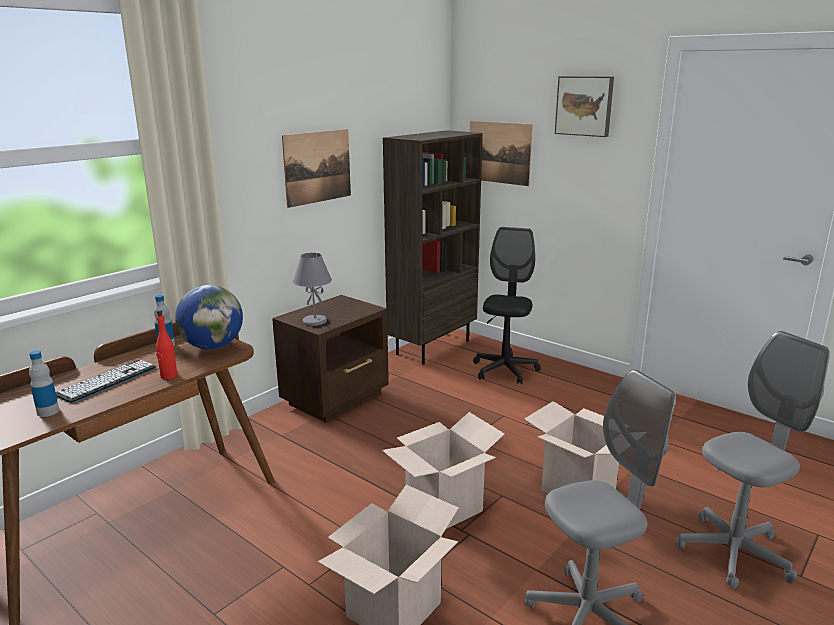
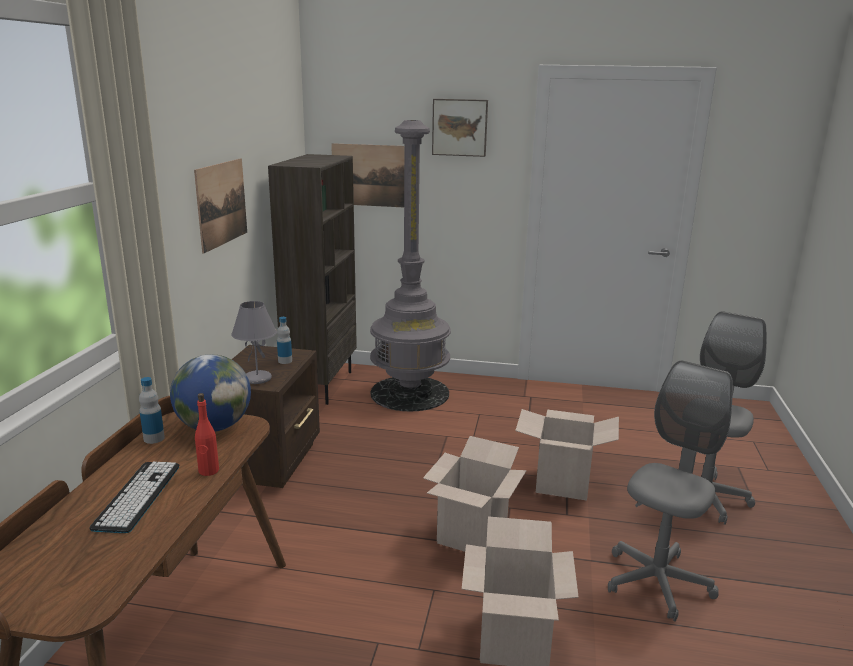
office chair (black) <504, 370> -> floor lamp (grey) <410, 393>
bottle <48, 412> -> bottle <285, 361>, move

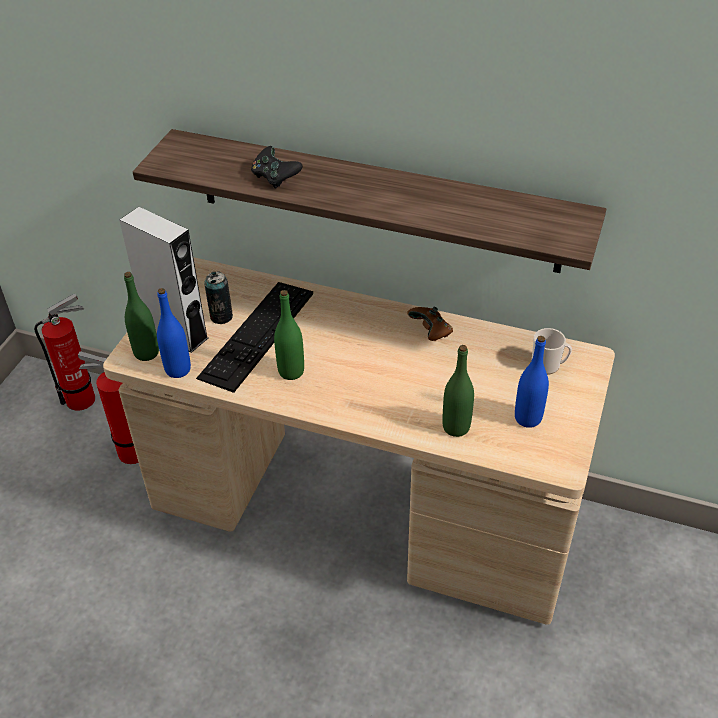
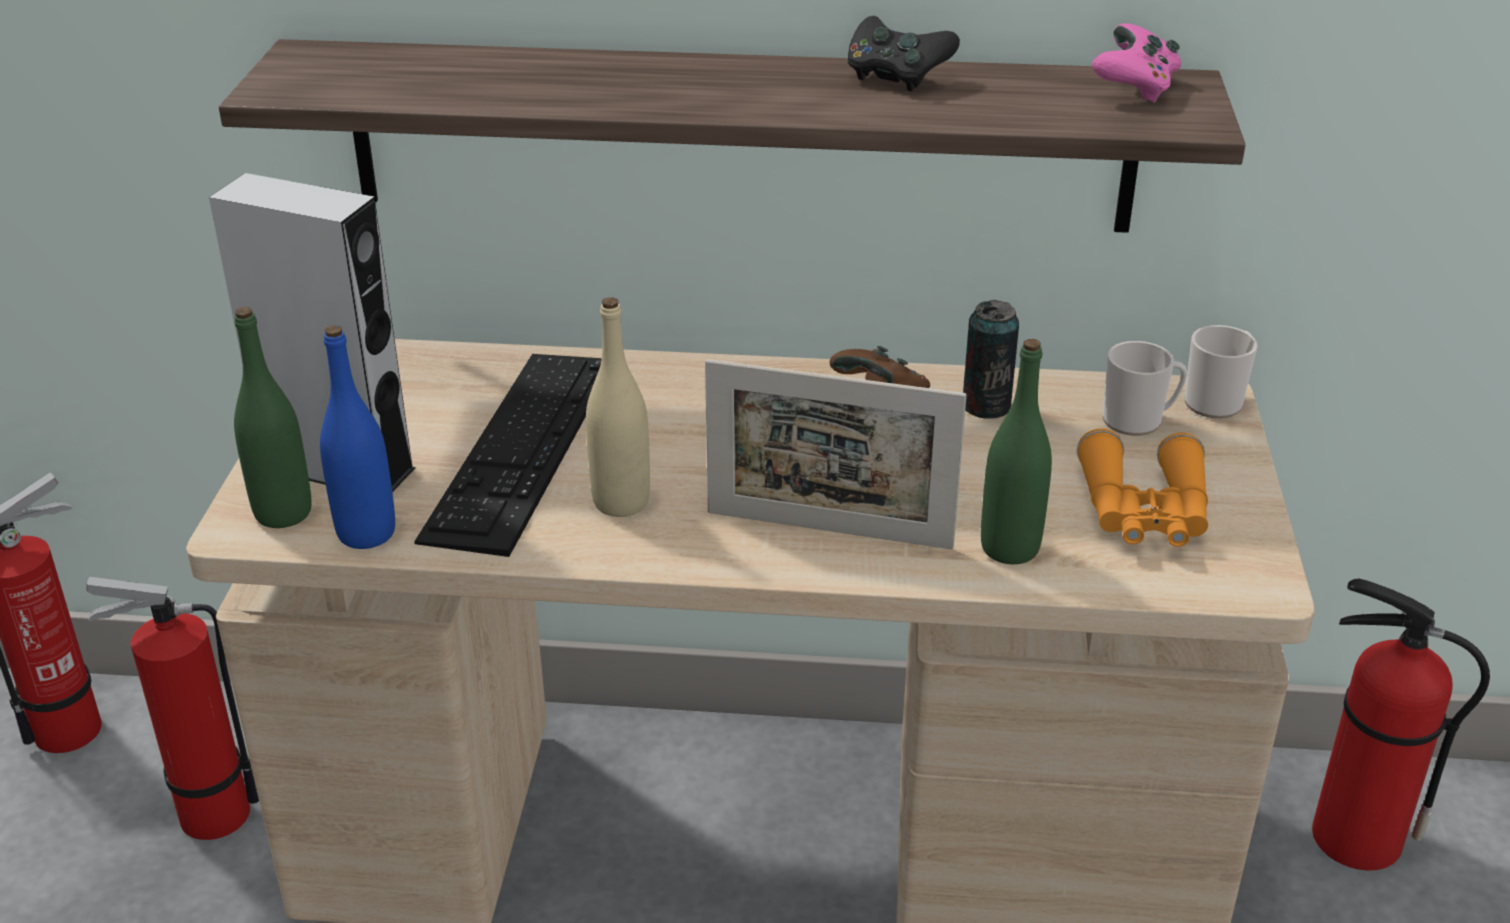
game controller (black) <275, 178> -> game controller (black) <896, 77>, move
can <221, 316> -> can <986, 406>, move
bottle (green) <291, 371> -> bottle (beige) <621, 502>
bottle (blue) <528, 418> -> binoculars (orange) <1144, 512>
none -> game controller (pink) <1135, 88>
none -> mug <1217, 401>
none -> picture frame <828, 530>
none -> fire extinguisher <1352, 838>

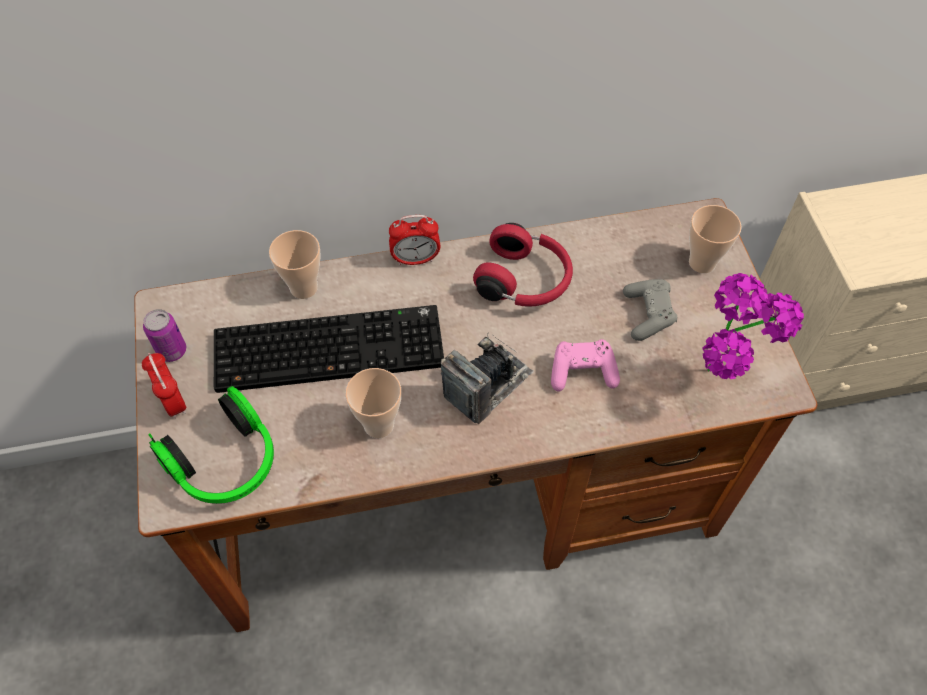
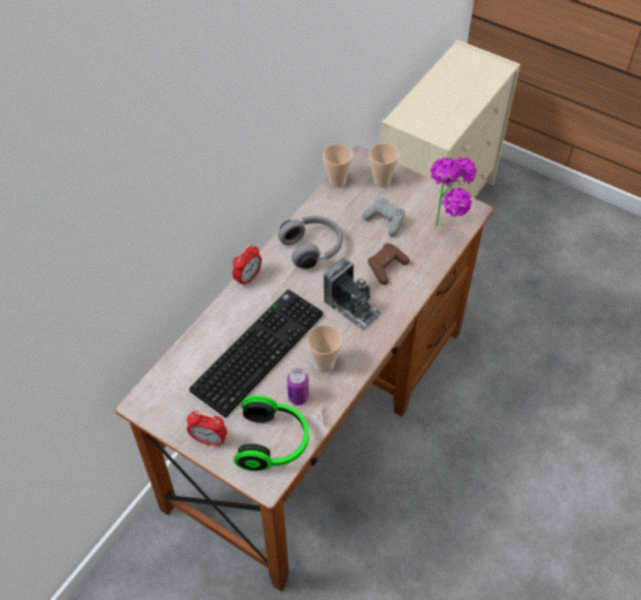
headphones (red) <525, 281> -> headphones (grey) <313, 248>
cup <303, 288> -> cup <337, 181>, move
can <172, 351> -> can <298, 397>, move
photo camera <487, 385> -> photo camera <352, 307>, 135 degrees clockwise
game controller (pink) <582, 372> -> game controller (brown) <386, 268>

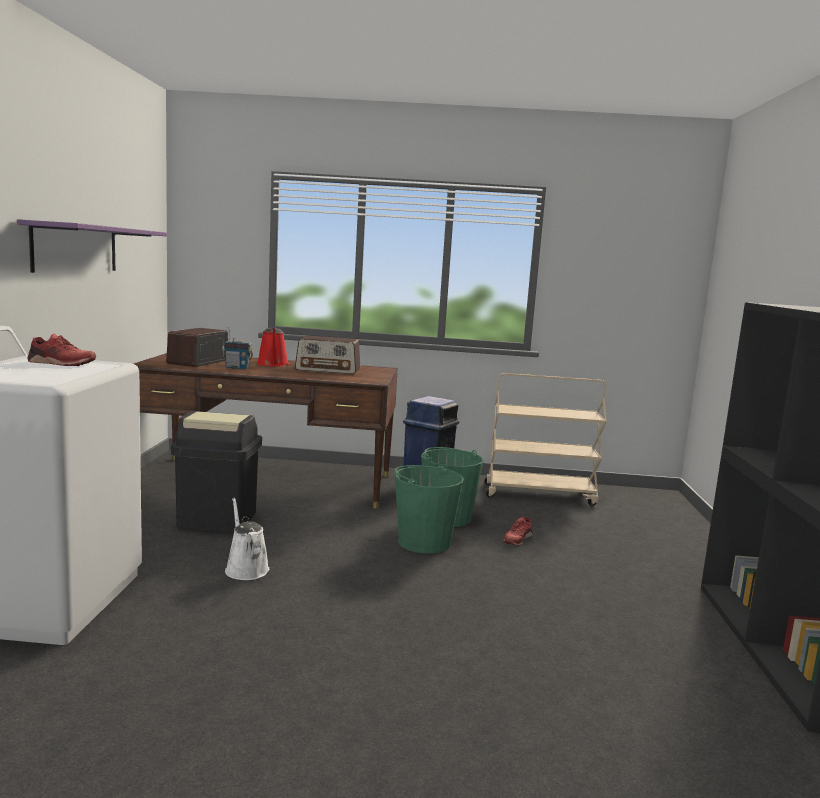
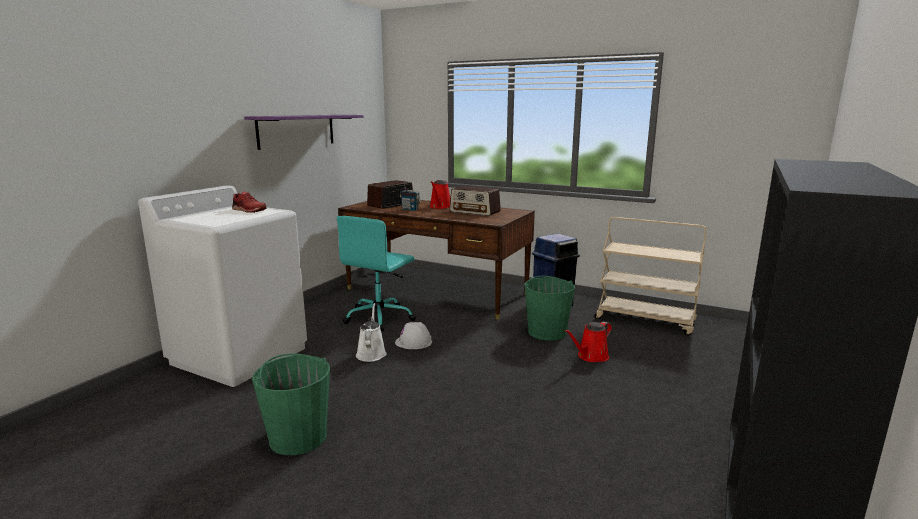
trash can (black) <217, 521> -> office chair (turquoise) <380, 317>
bucket (green) <424, 542> -> bucket (green) <298, 437>, move
shoe (red) <517, 539> -> watering can (red) <590, 356>
none -> hard hat (white) <413, 342>

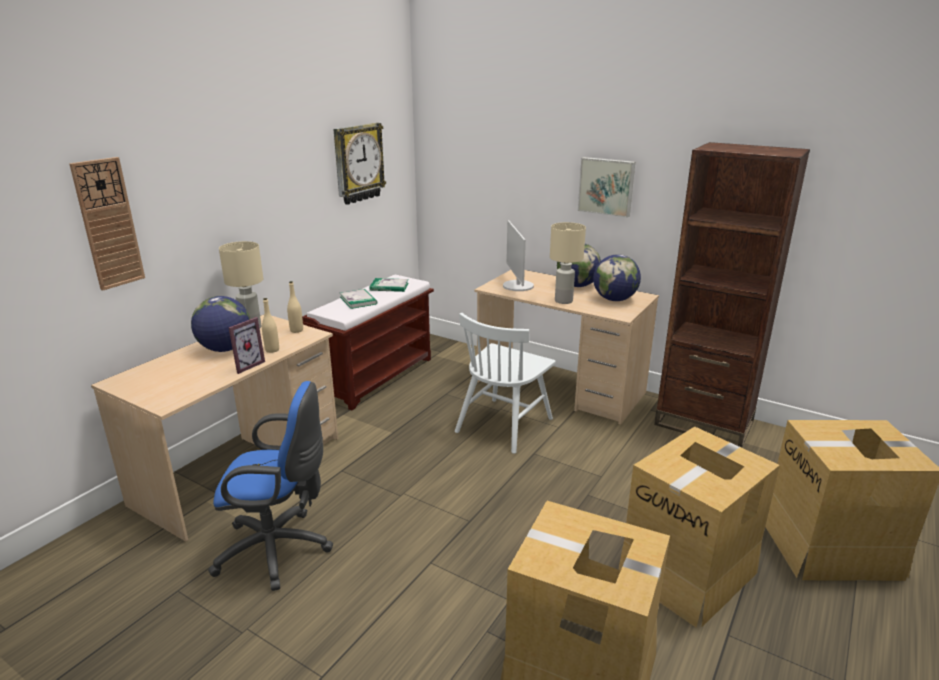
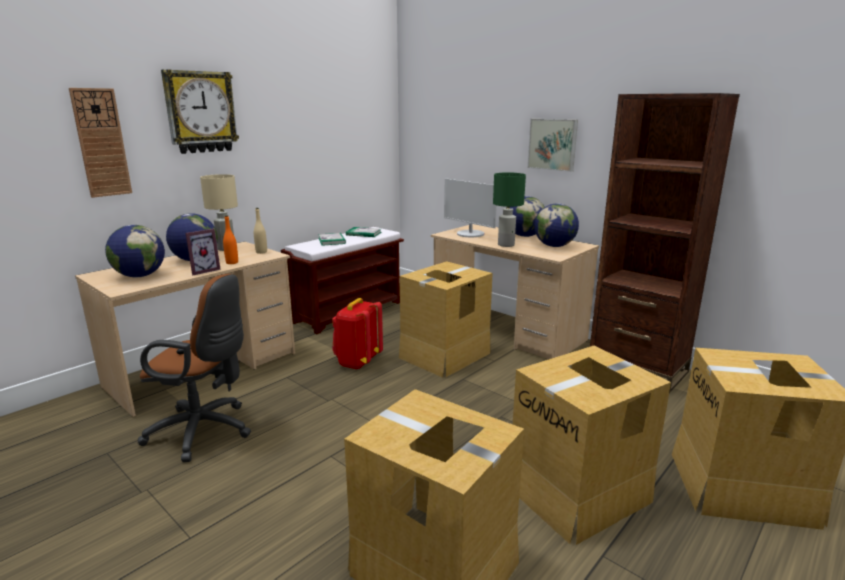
wall clock <358, 163> -> wall clock <200, 112>, move
monitor <517, 286> -> monitor <470, 234>, 45 degrees counterclockwise
table lamp (beige) <563, 301> -> table lamp (green) <505, 245>
bottle (beige) <272, 350> -> bottle (orange) <232, 262>
chair (white) <504, 425> -> cardboard box <444, 355>
office chair (blue) <279, 550> -> office chair (brown) <205, 431>
none -> globe <140, 276>
none -> backpack (red) <357, 362>

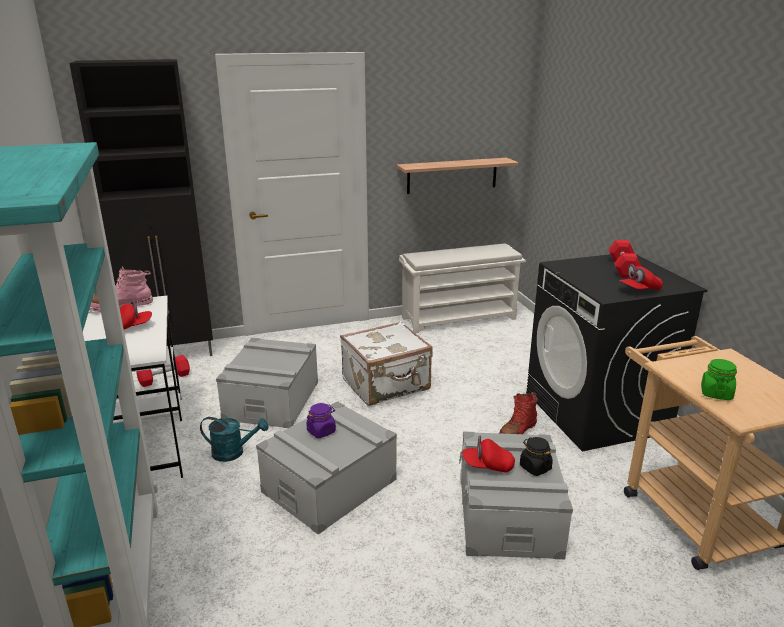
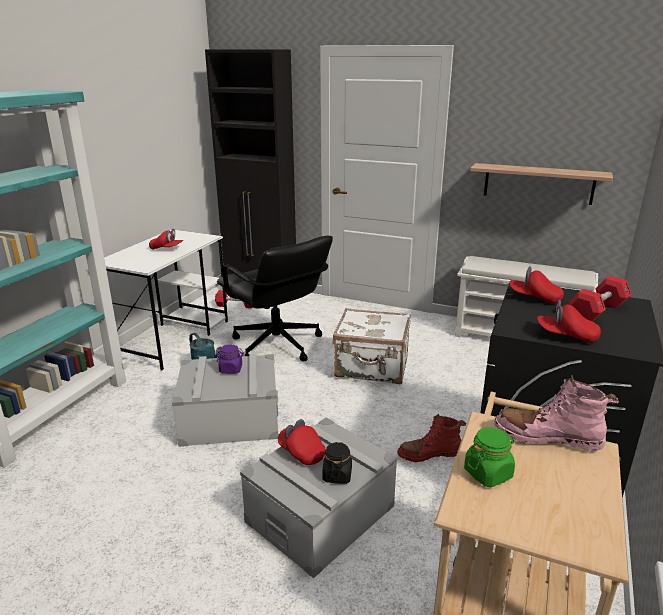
boot (pink) <121, 306> -> boot (pink) <547, 437>, move
storage box (grey) <272, 400> -> office chair (black) <277, 345>
none -> cap (red) <534, 298>

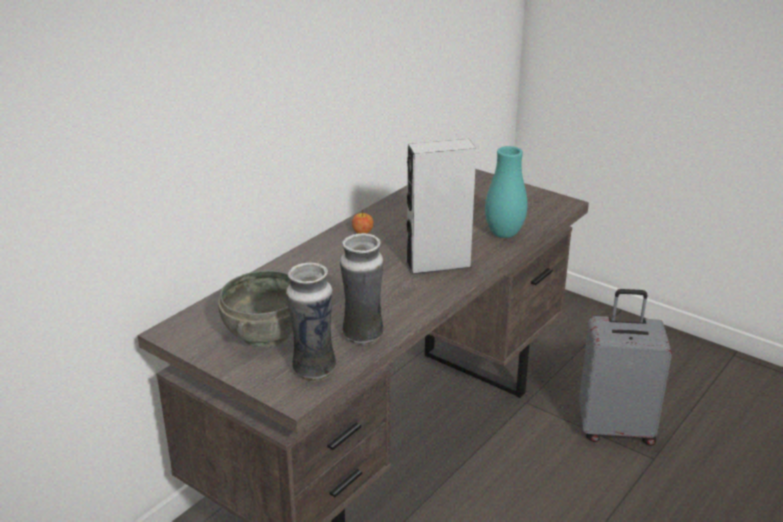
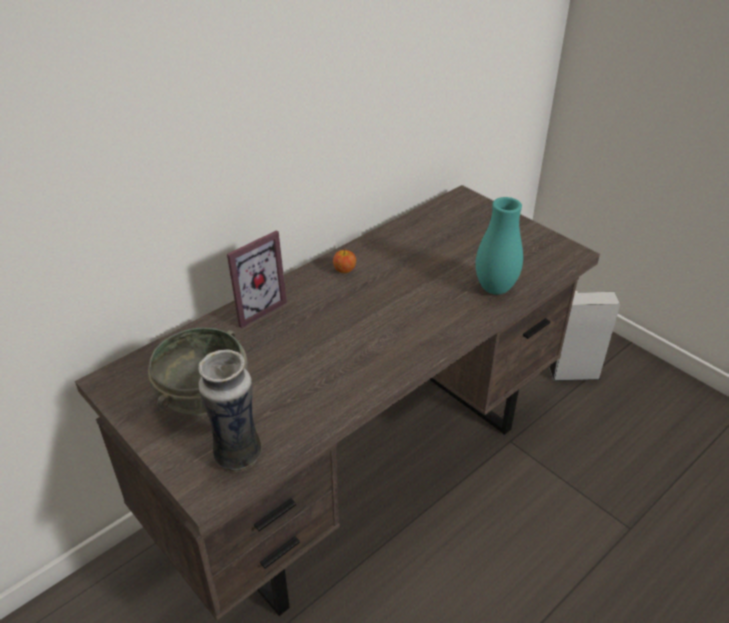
speaker (grey) <438, 264> -> speaker (grey) <574, 373>, move
vase <363, 337> -> none
suitcase (grey) <616, 427> -> none
none -> picture frame <254, 308>

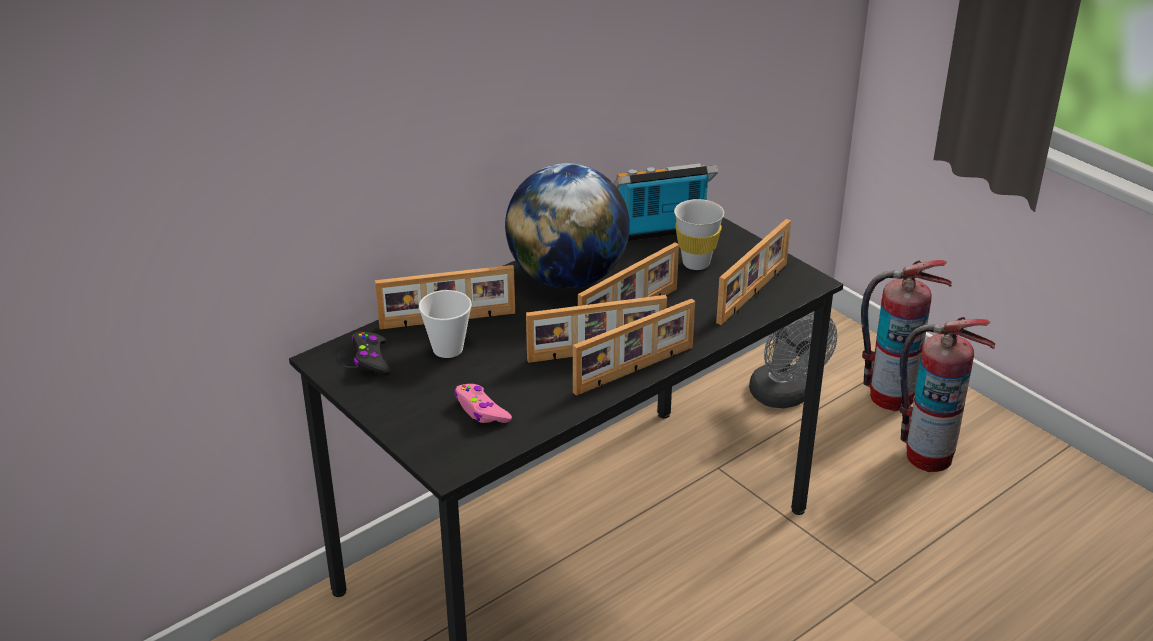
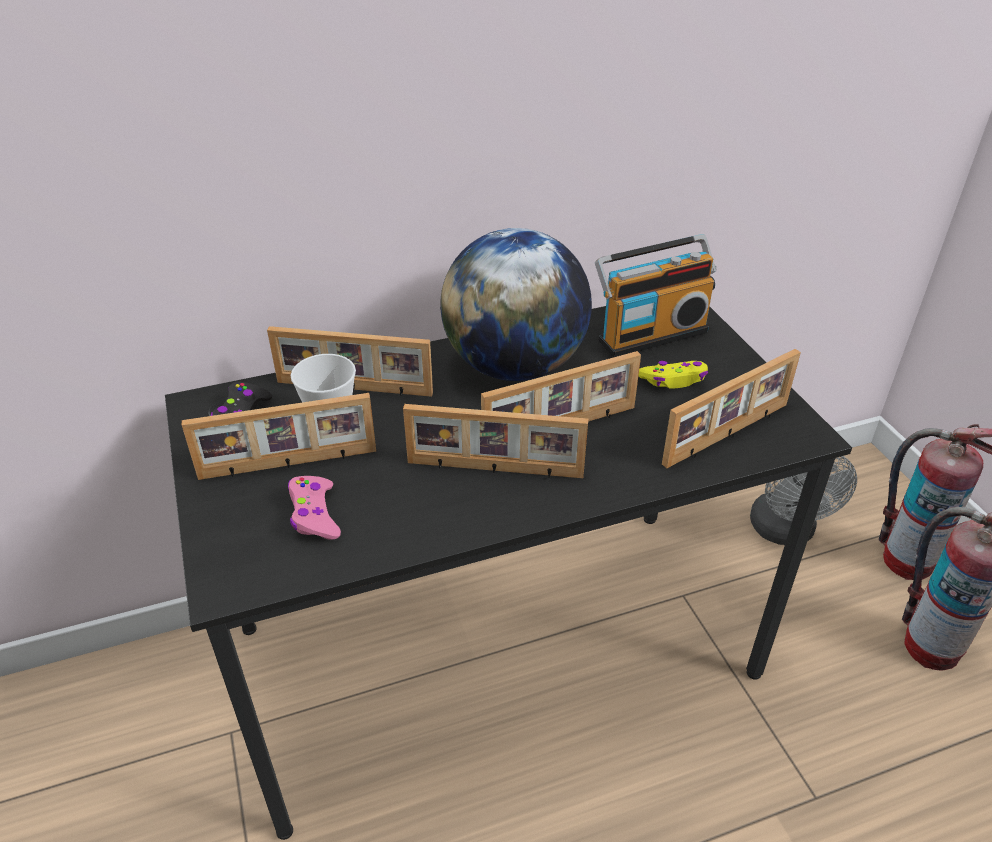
radio <661, 232> -> radio <650, 334>, 150 degrees clockwise
cup (white) <696, 263> -> game controller (yellow) <673, 380>
picture frame <635, 370> -> picture frame <288, 465>, move

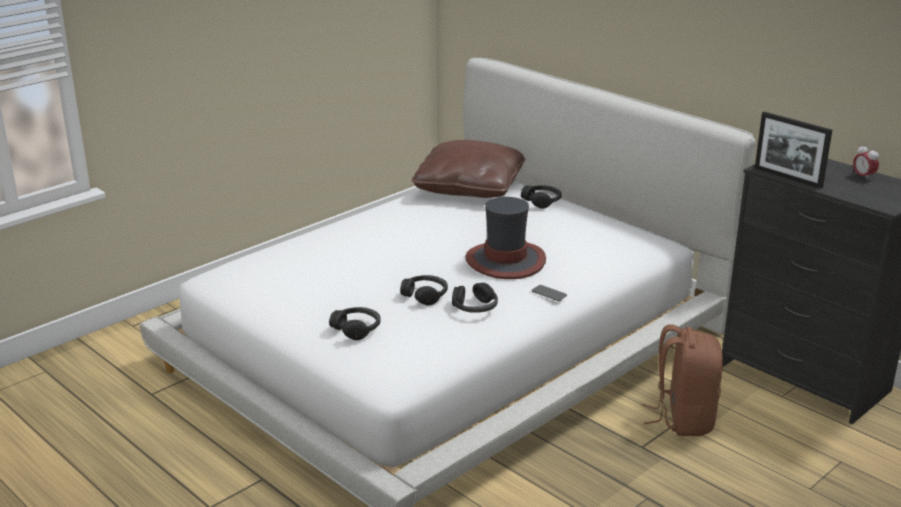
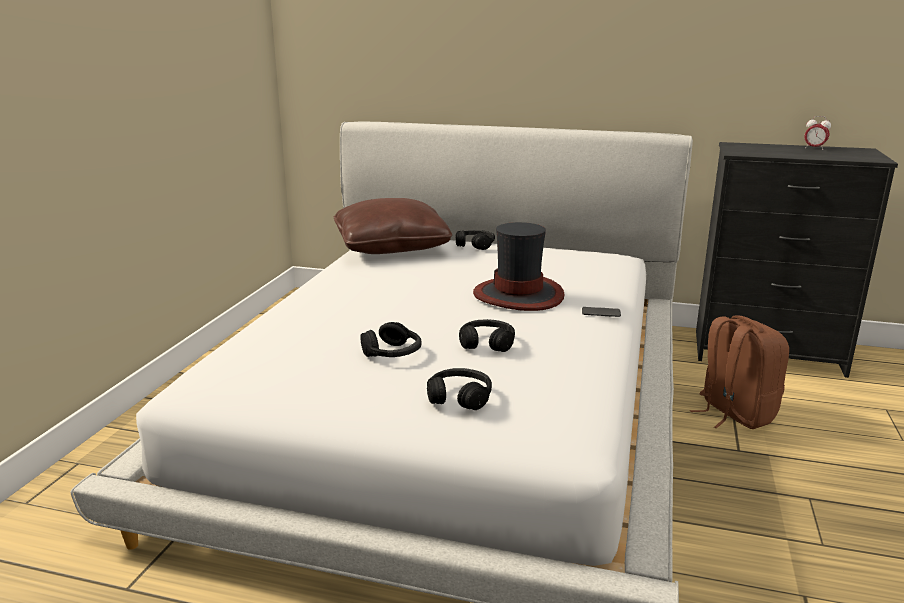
picture frame <788, 177> -> none
headphones (black) <475, 308> -> headphones (black) <392, 353>, move

